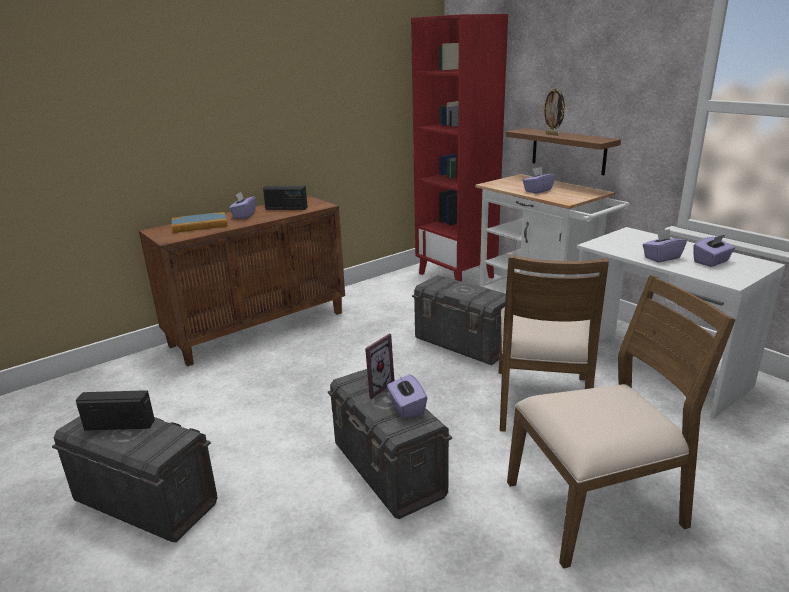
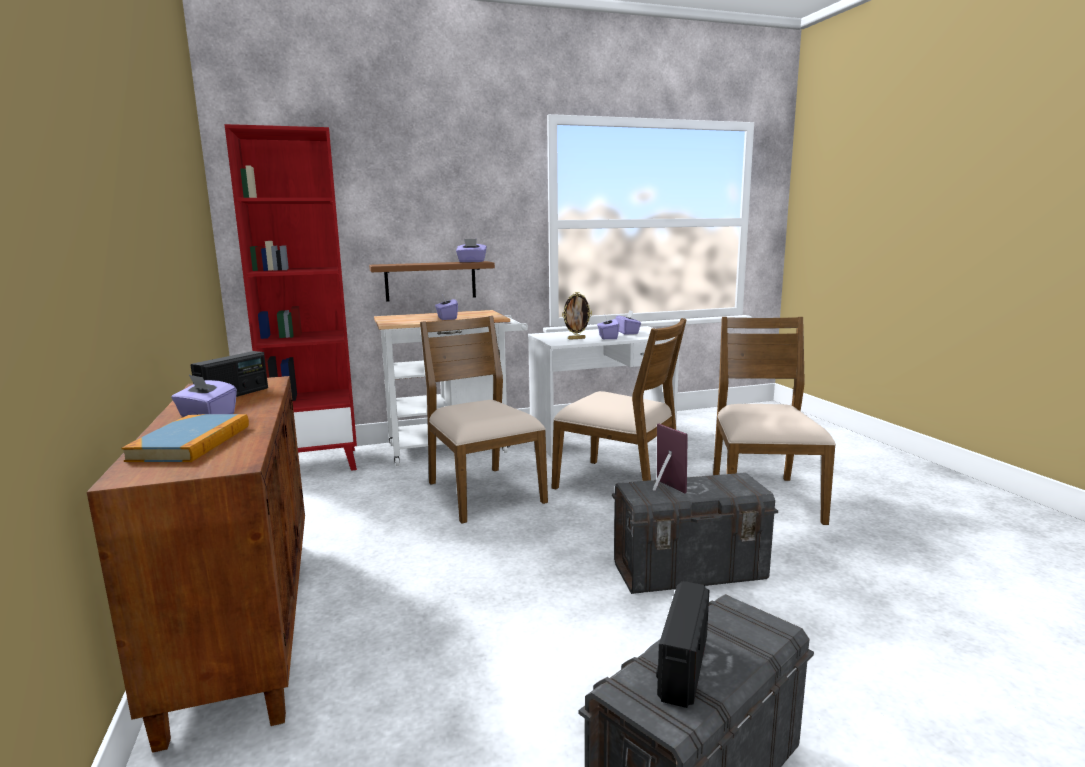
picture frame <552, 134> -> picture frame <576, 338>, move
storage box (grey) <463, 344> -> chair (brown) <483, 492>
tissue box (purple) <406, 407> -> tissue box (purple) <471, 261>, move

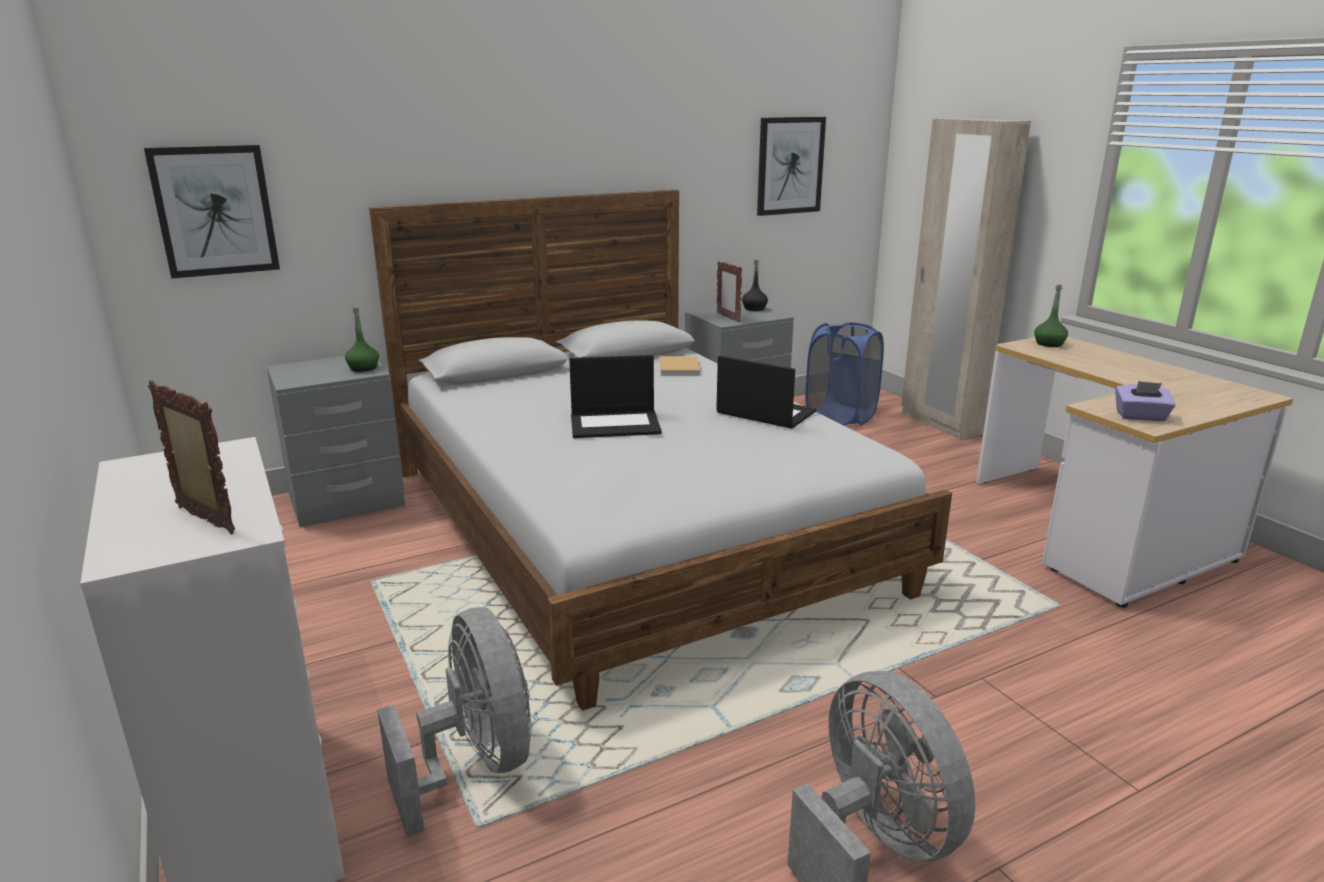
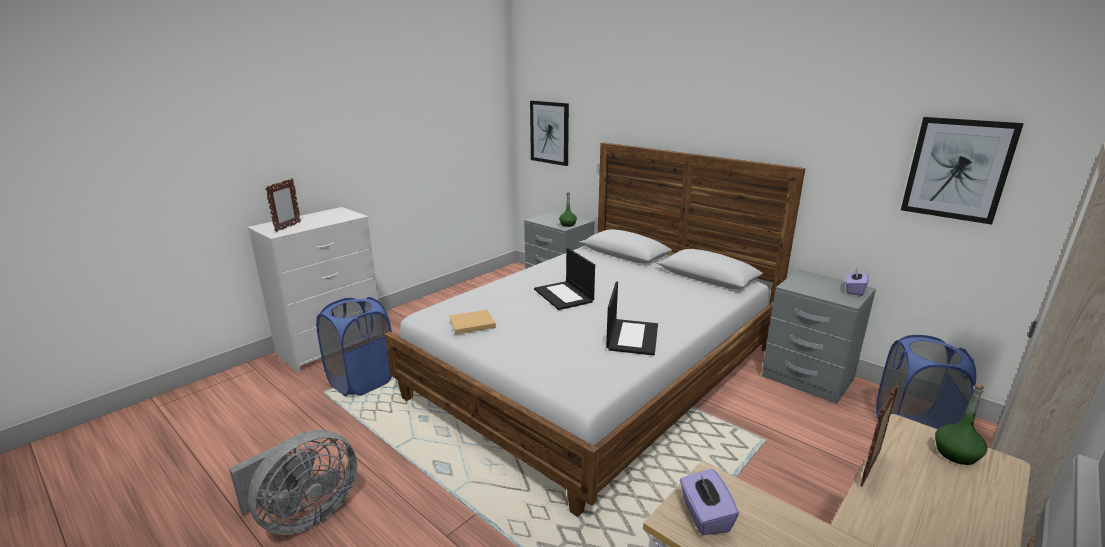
bottle (black) <754, 309> -> tissue box (purple) <854, 290>
picture frame <728, 317> -> picture frame <871, 469>, move
book (beige) <679, 369> -> book (beige) <470, 324>, move
fan (grey) <475, 764> -> laundry basket (blue) <362, 381>

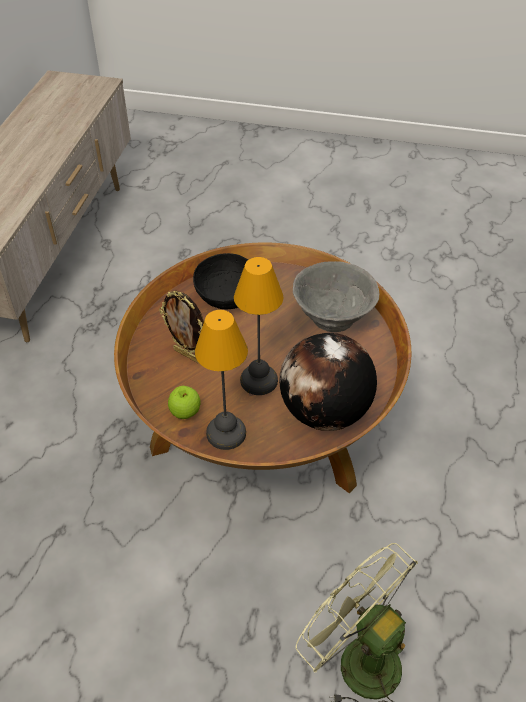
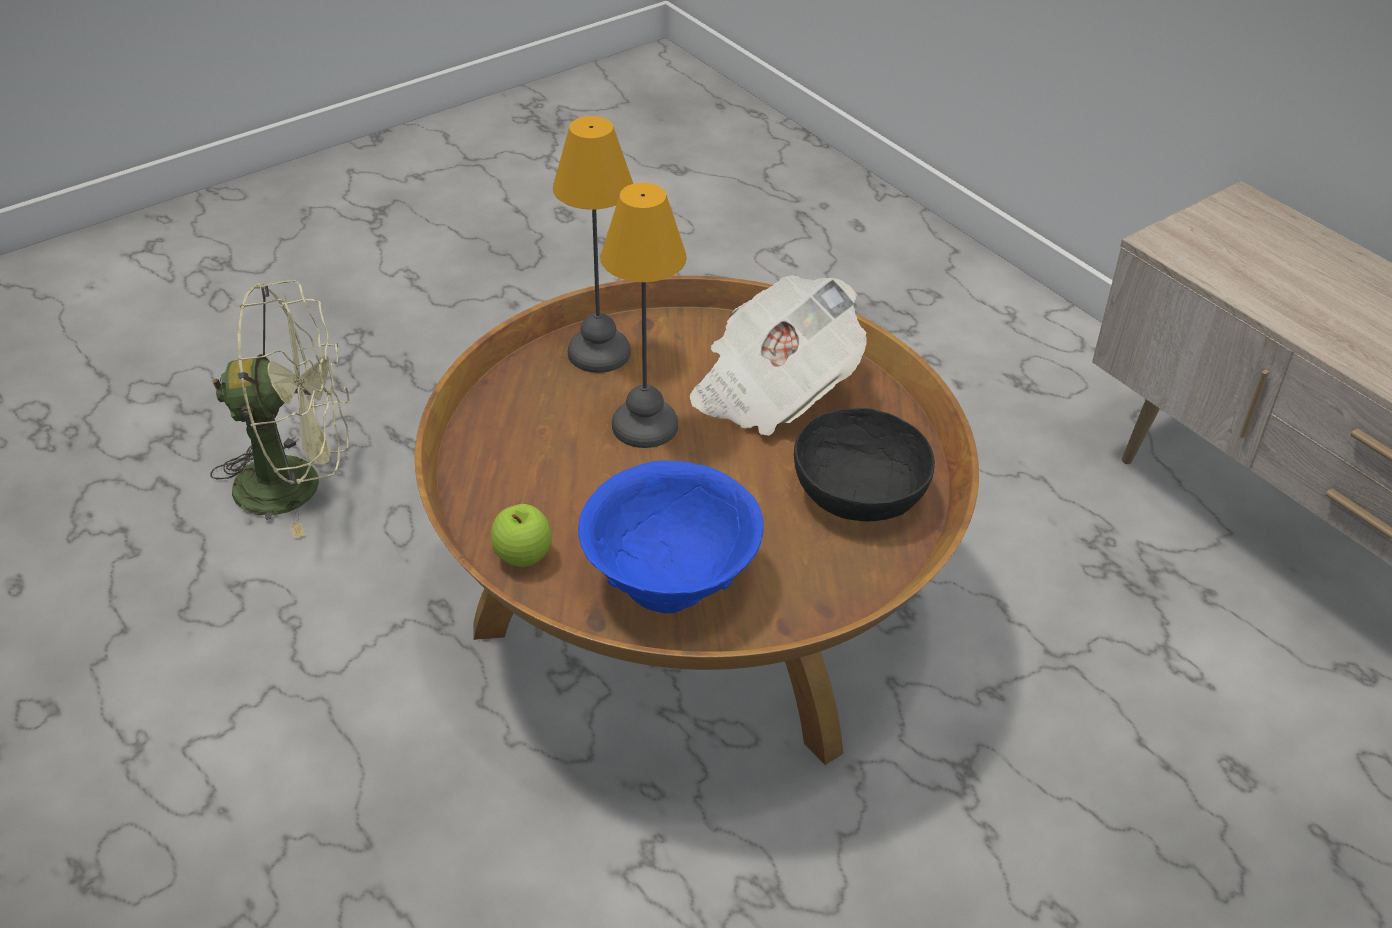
bowl (grey) <332, 317> -> bowl (blue) <670, 580>
picture frame <188, 355> -> newspaper <773, 389>
globe <324, 412> -> none
apple <185, 412> -> apple <523, 557>, move

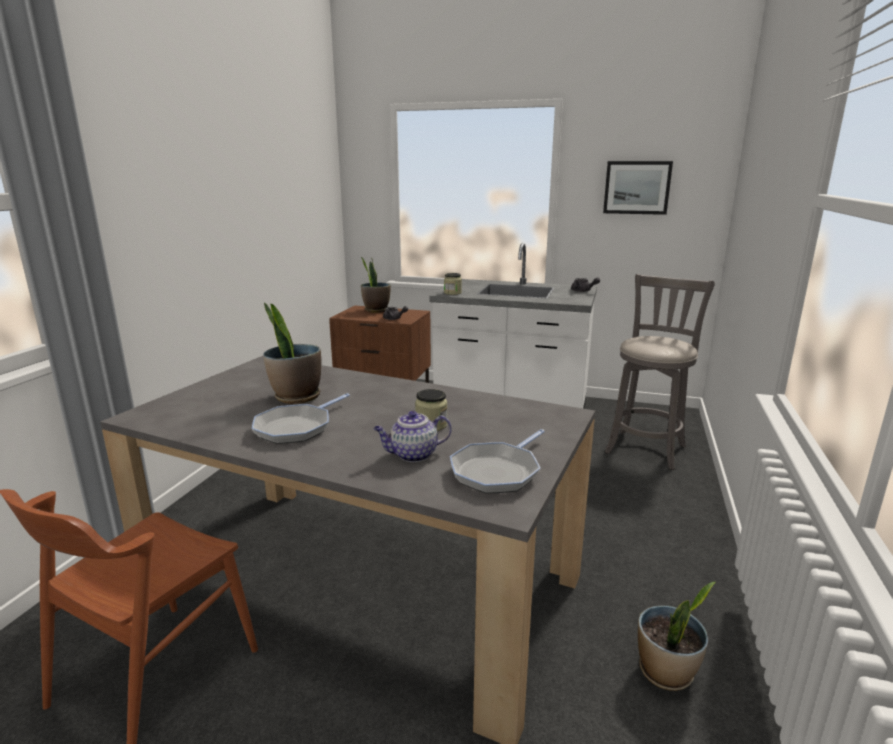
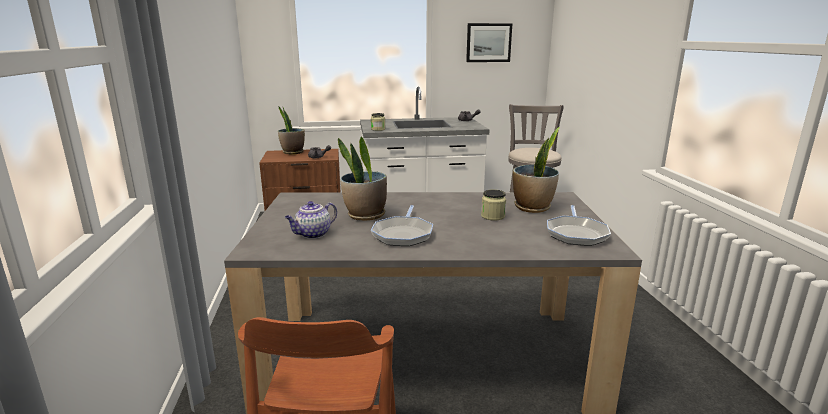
teapot <412, 455> -> teapot <312, 234>, move
potted plant <666, 673> -> potted plant <532, 208>, move

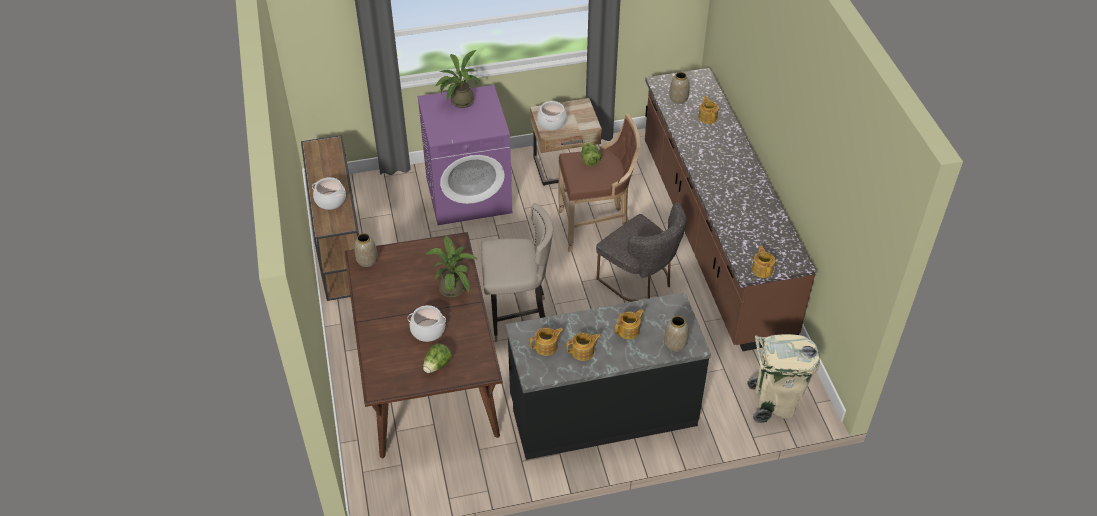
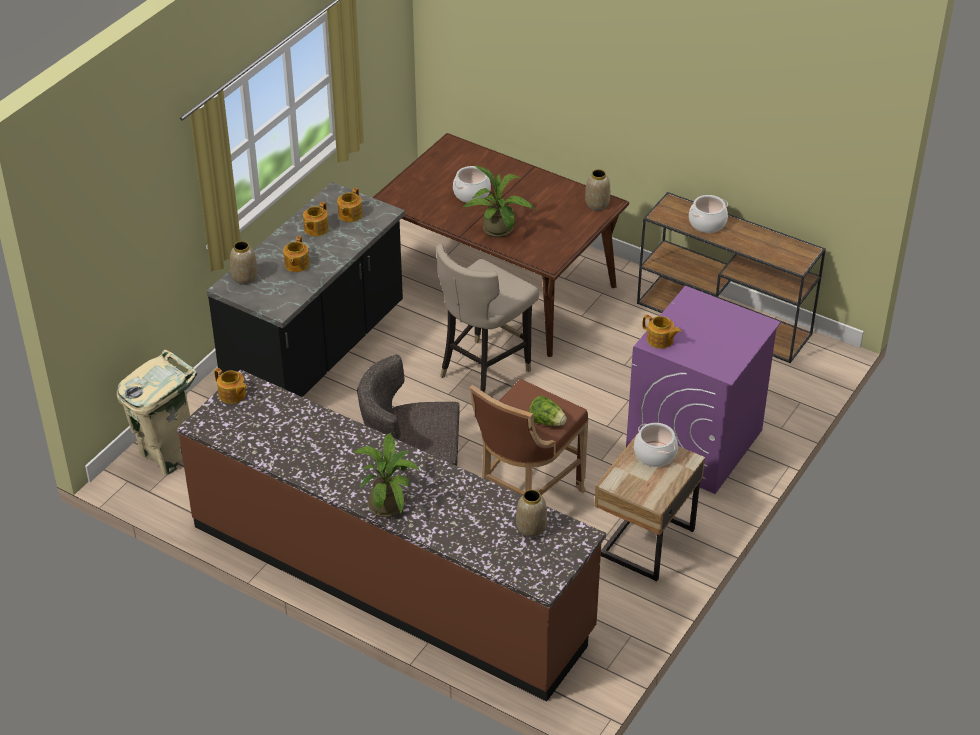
potted plant <459, 102> -> potted plant <388, 502>, move
teapot <707, 117> -> teapot <660, 340>, move
lettuce <437, 365> -> none

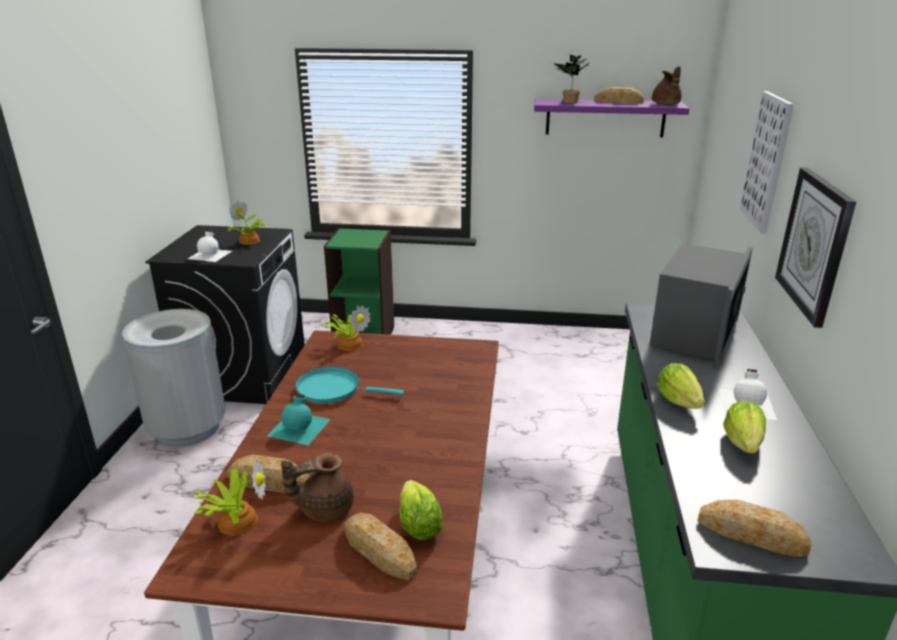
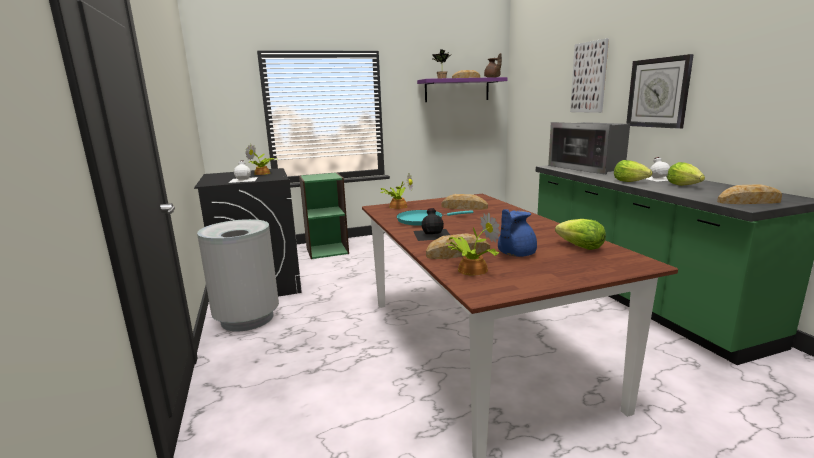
microwave <695, 333> -> microwave <588, 168>, 150 degrees clockwise
bottle (turquoise) <300, 427> -> bottle (black) <433, 234>
teapot (brown) <324, 508> -> teapot (blue) <515, 254>
bread <379, 551> -> bread <464, 207>, move

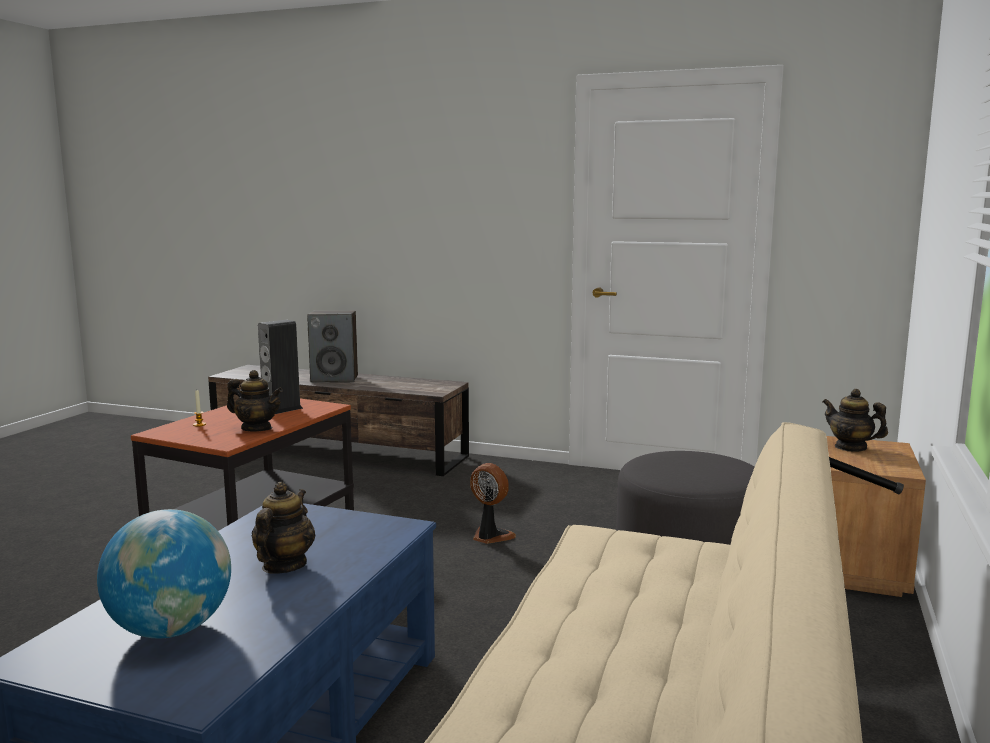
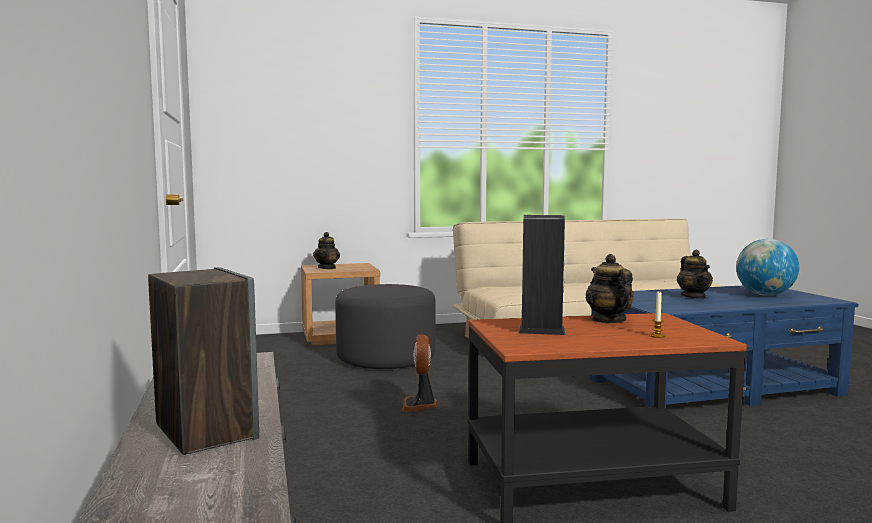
teapot <284, 565> -> teapot <693, 297>, 75 degrees counterclockwise

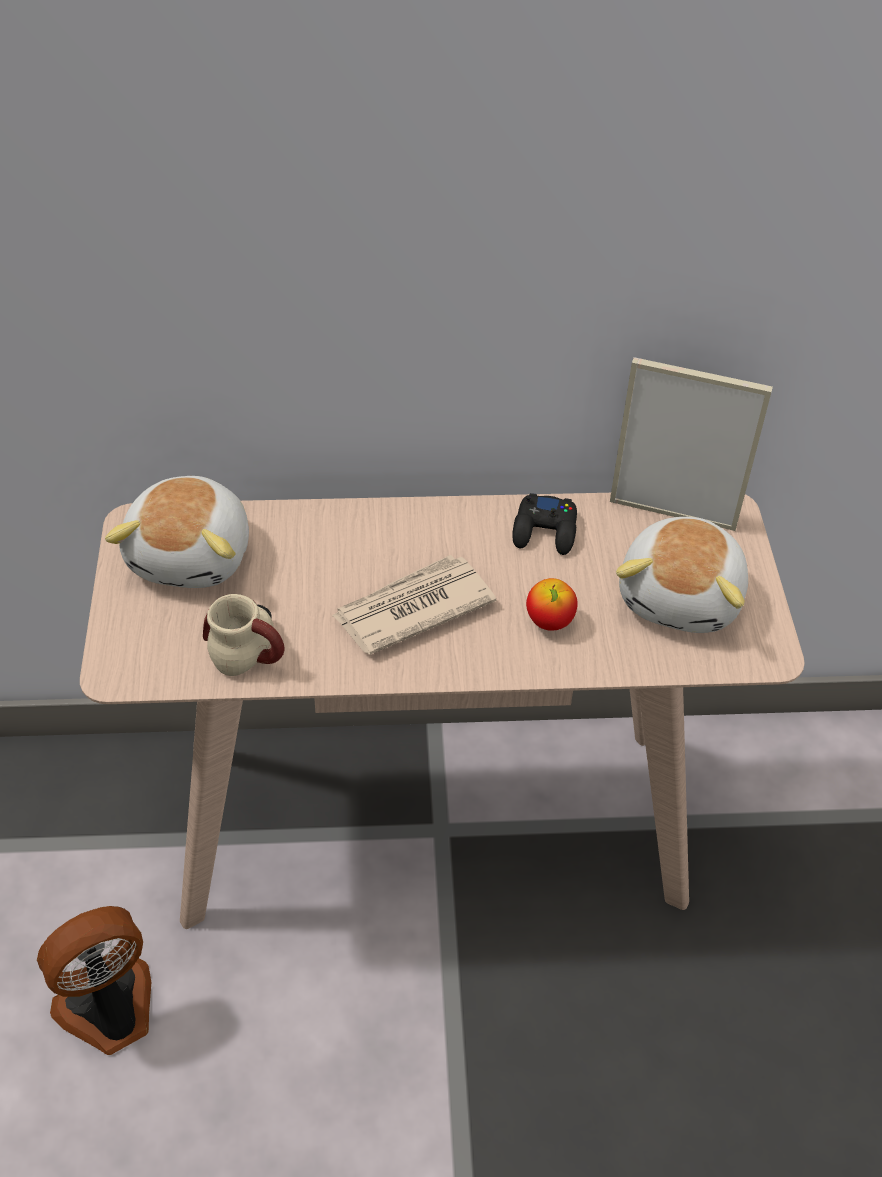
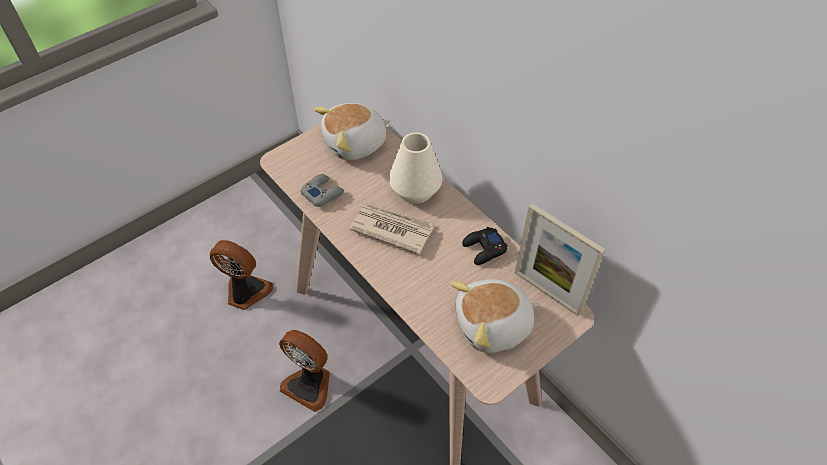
picture frame <672, 513> -> picture frame <547, 292>, 150 degrees clockwise
apple <549, 622> -> none
mug <254, 651> -> game controller (grey) <322, 193>
none -> vase (white) <415, 191>
none -> fan <309, 384>

